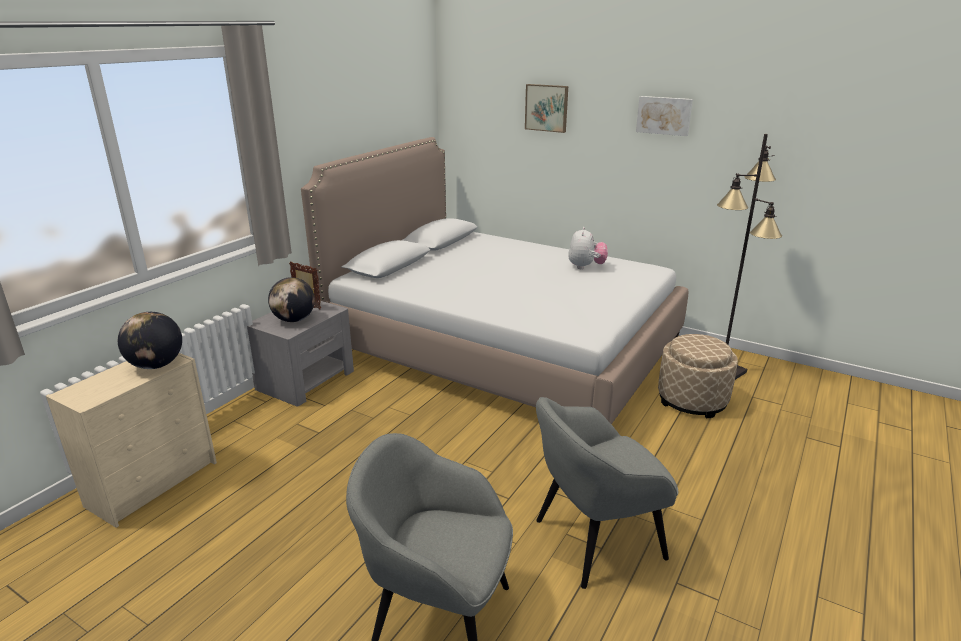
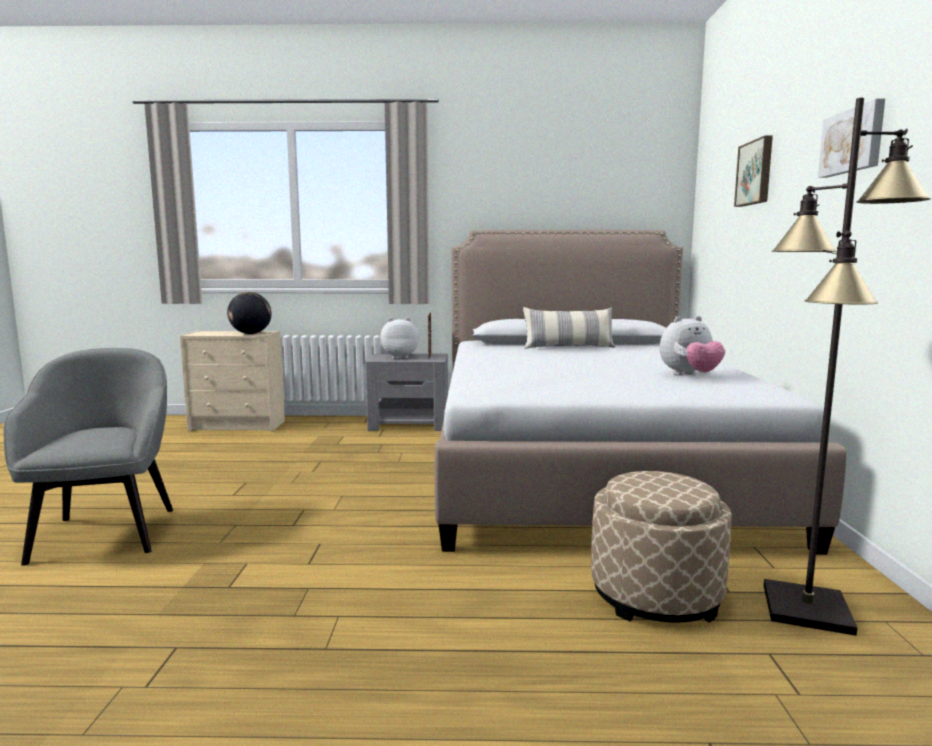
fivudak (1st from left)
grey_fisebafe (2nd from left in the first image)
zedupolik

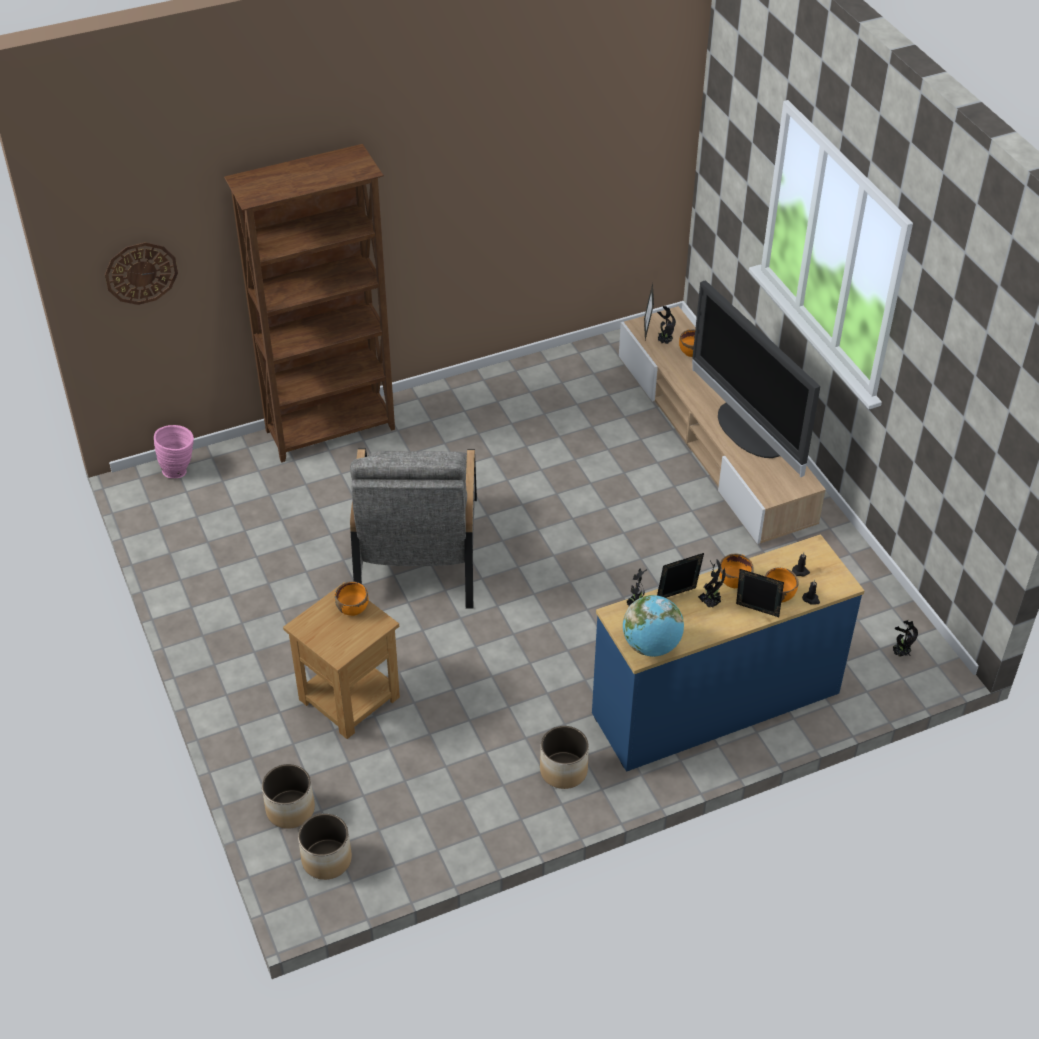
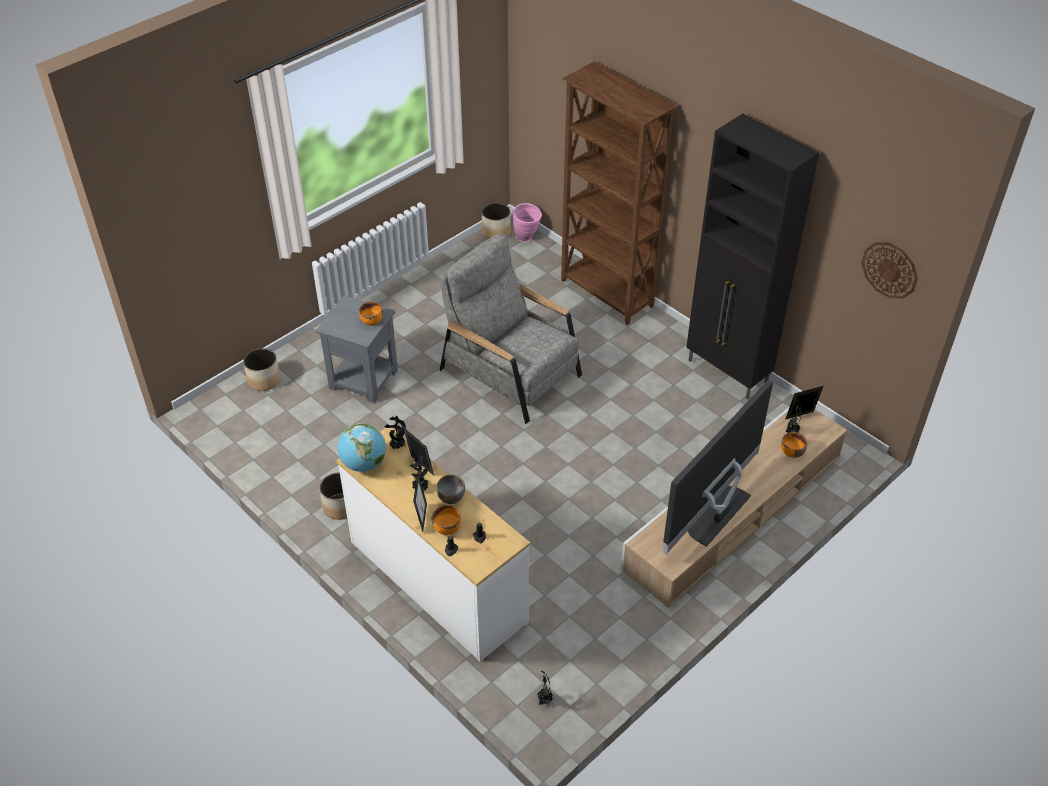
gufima
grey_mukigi
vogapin (3rd from left)
grey_fisebafe
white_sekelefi
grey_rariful
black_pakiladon

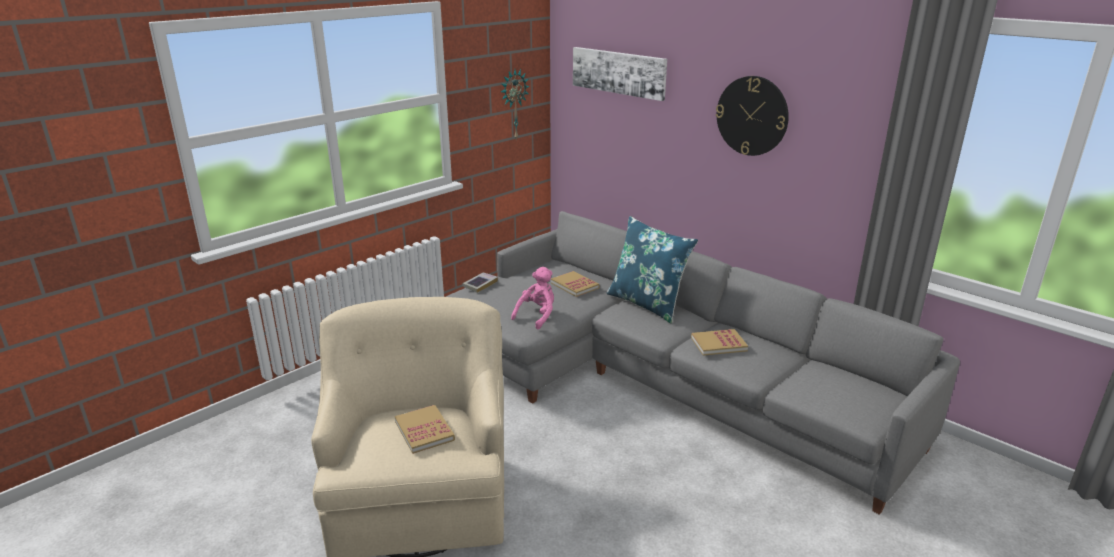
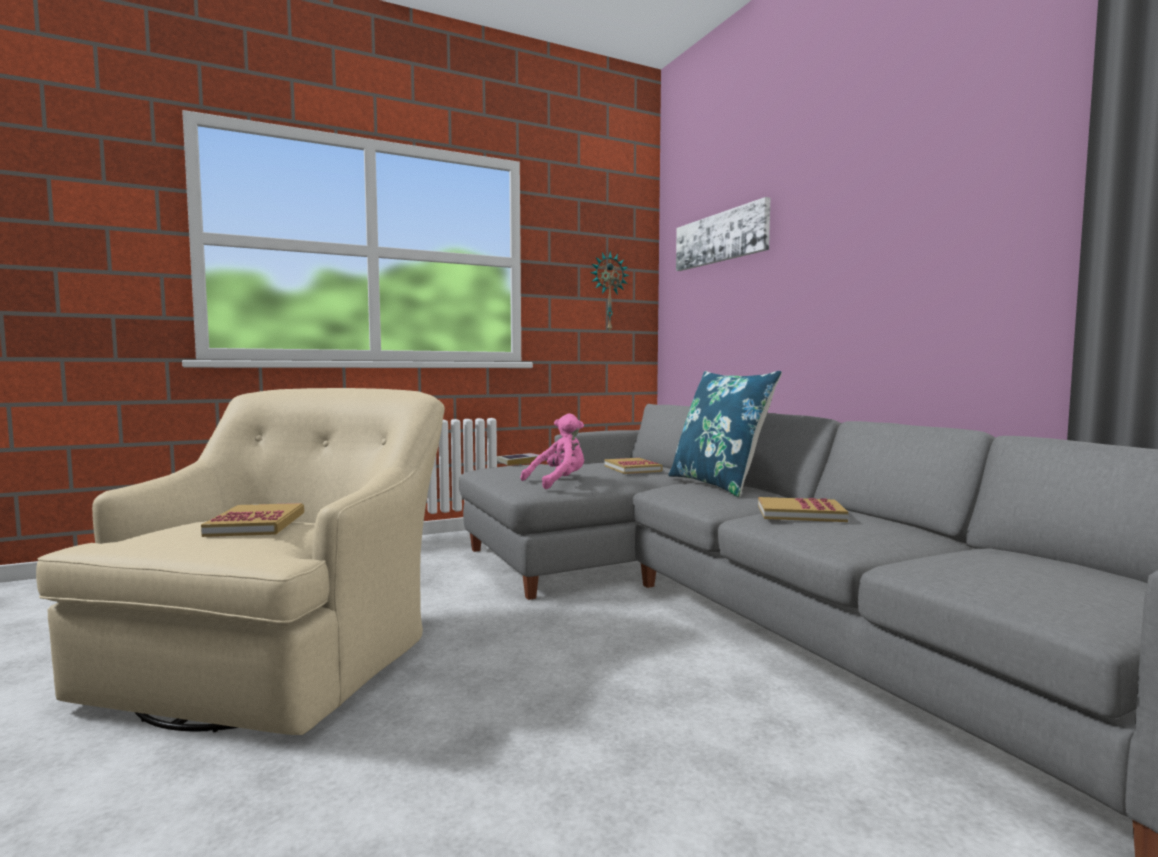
gufima (2nd from left in the first image)

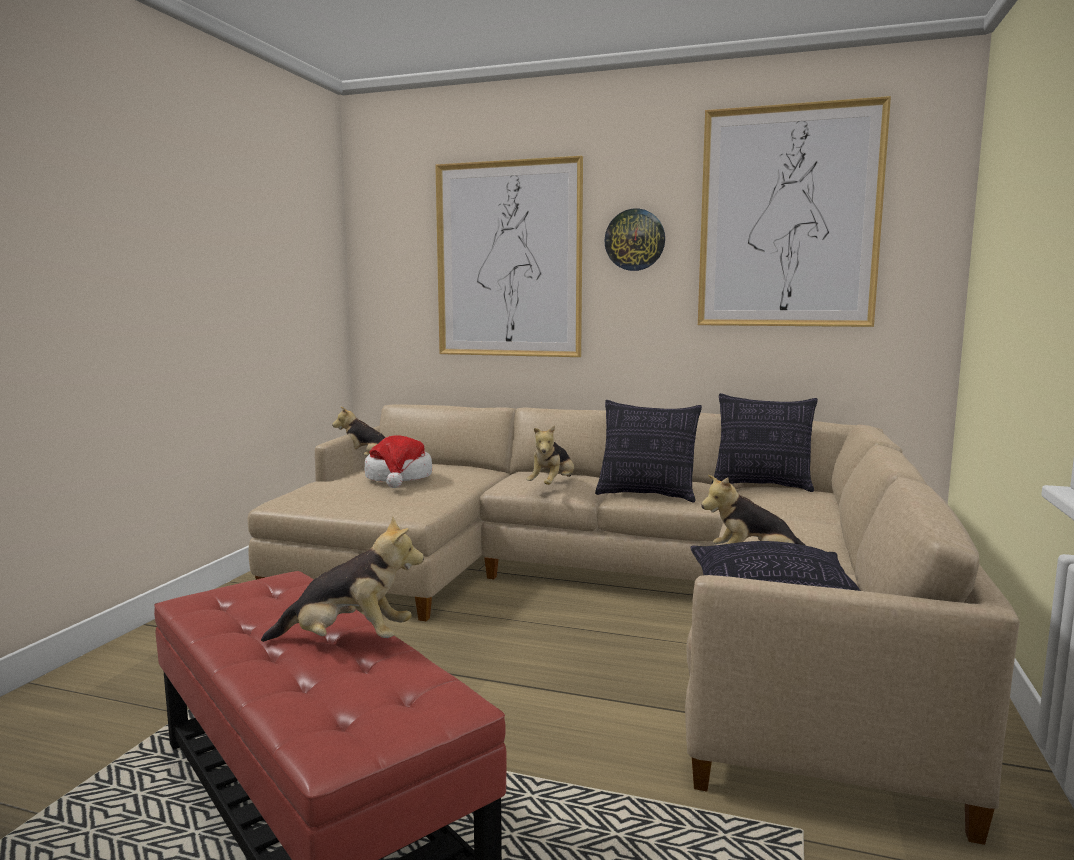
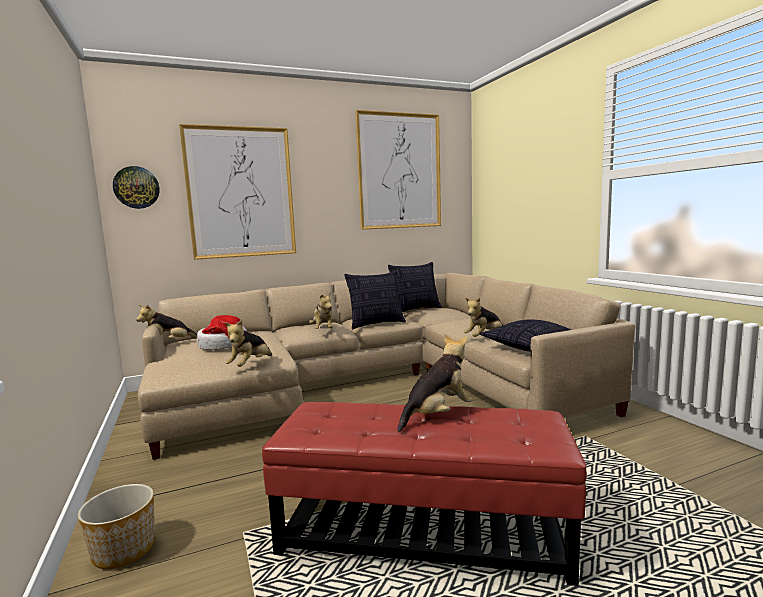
gufima
vogapin
fivudak (2nd from left)

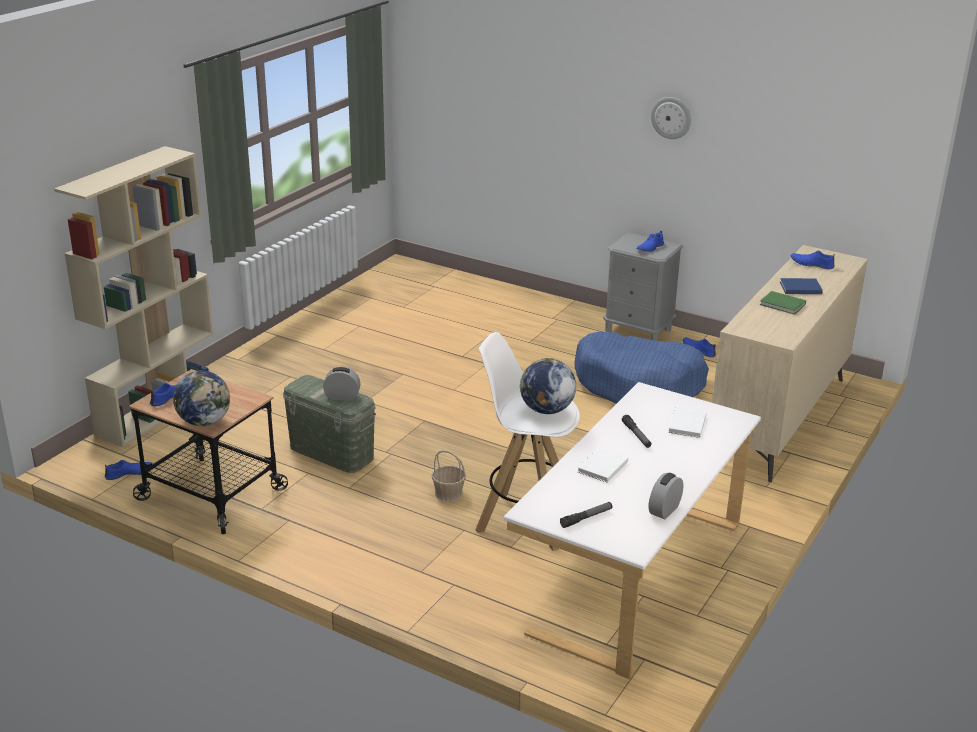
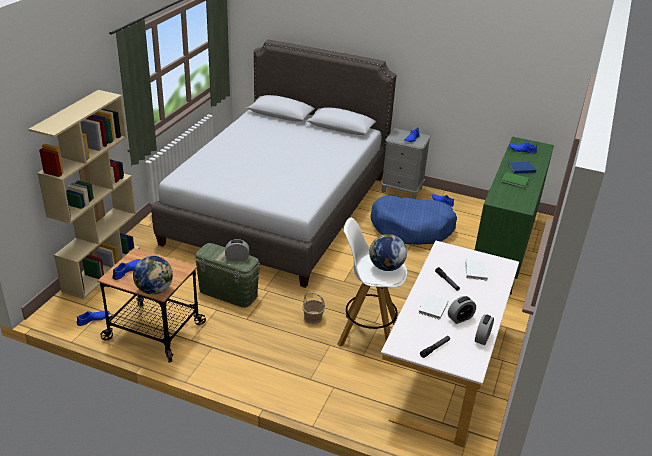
gufima
green_sekelefi
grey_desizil
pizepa (2nd from left)

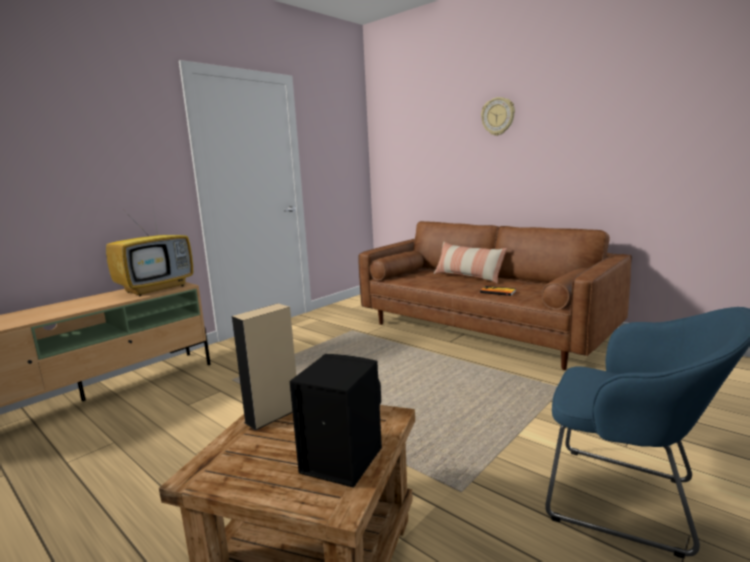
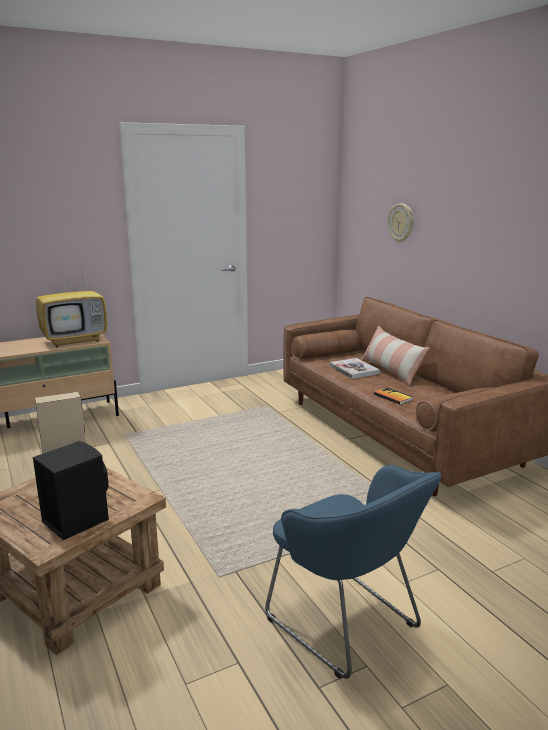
gufima
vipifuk (1st from left)

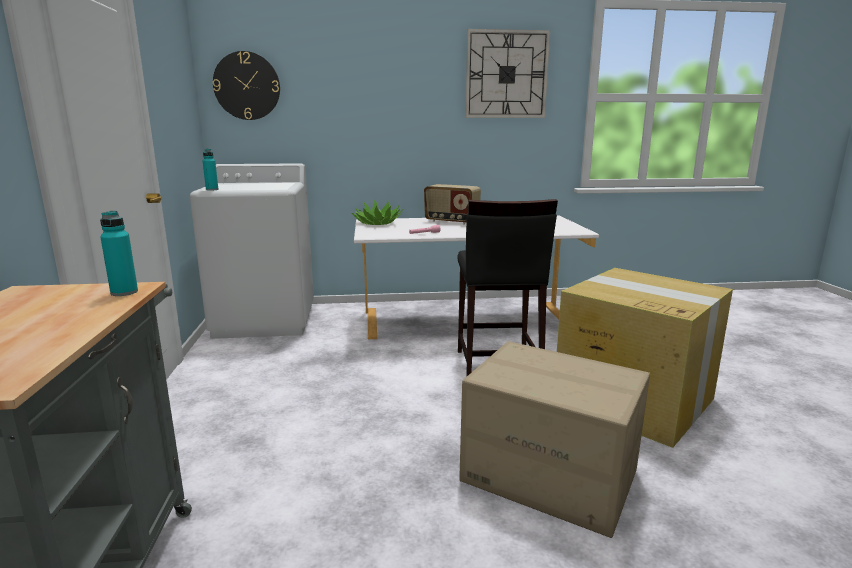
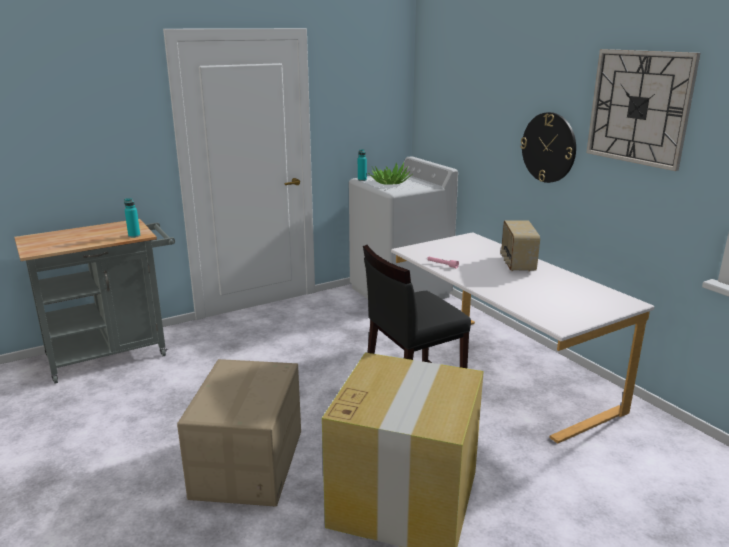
gufima (1st from left)
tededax

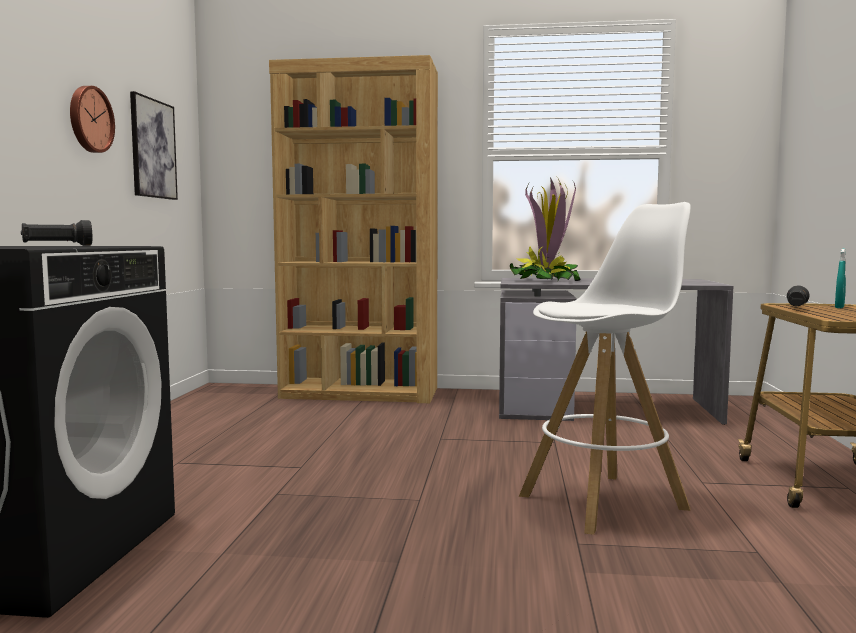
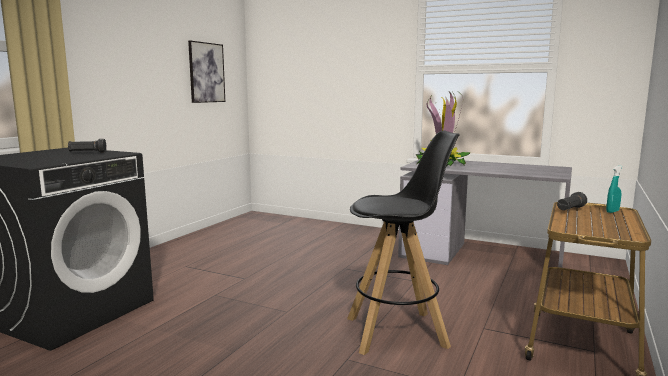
gufima
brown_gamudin
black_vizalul

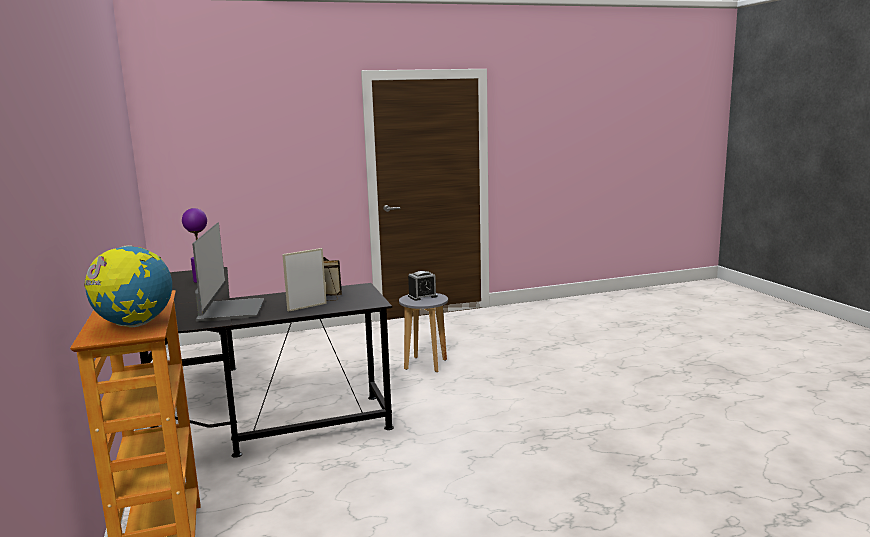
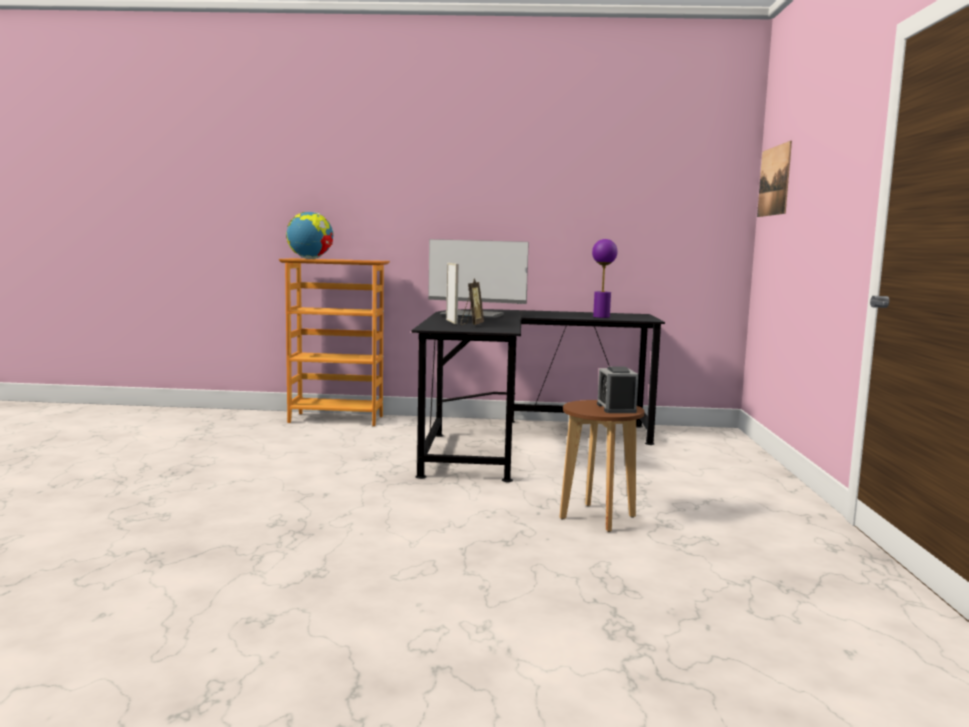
brown_vizalul
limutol

